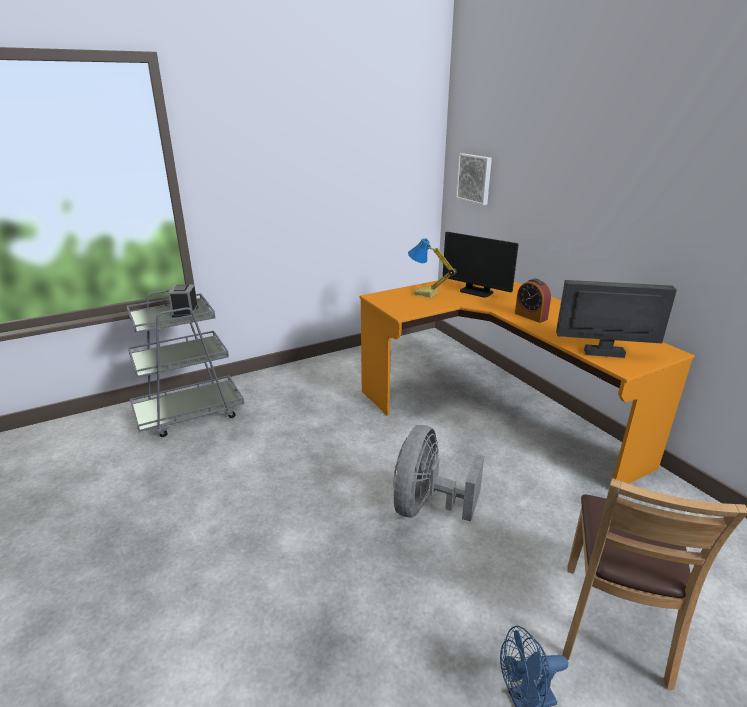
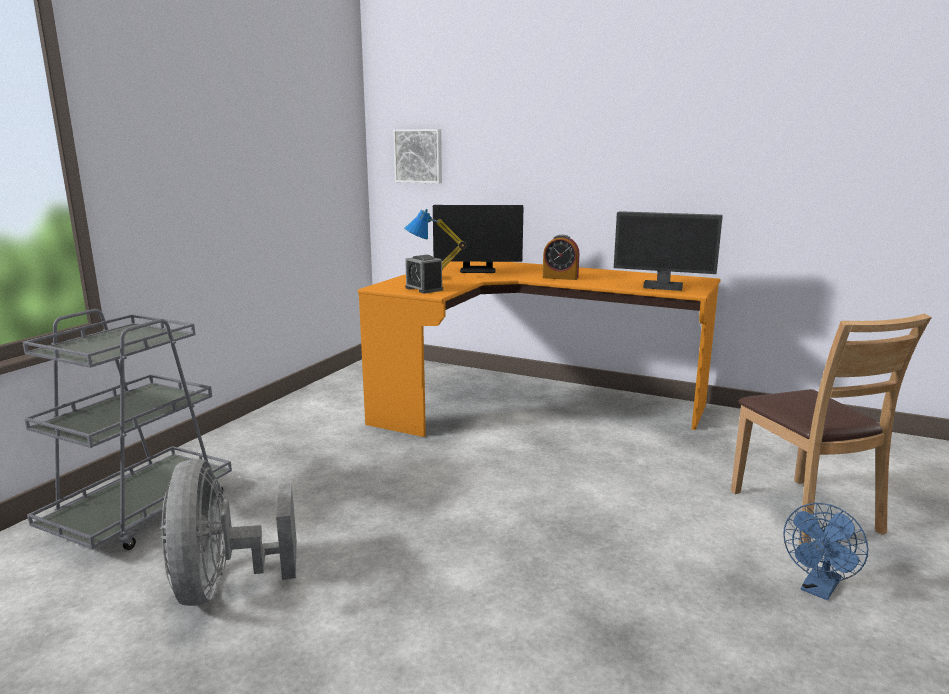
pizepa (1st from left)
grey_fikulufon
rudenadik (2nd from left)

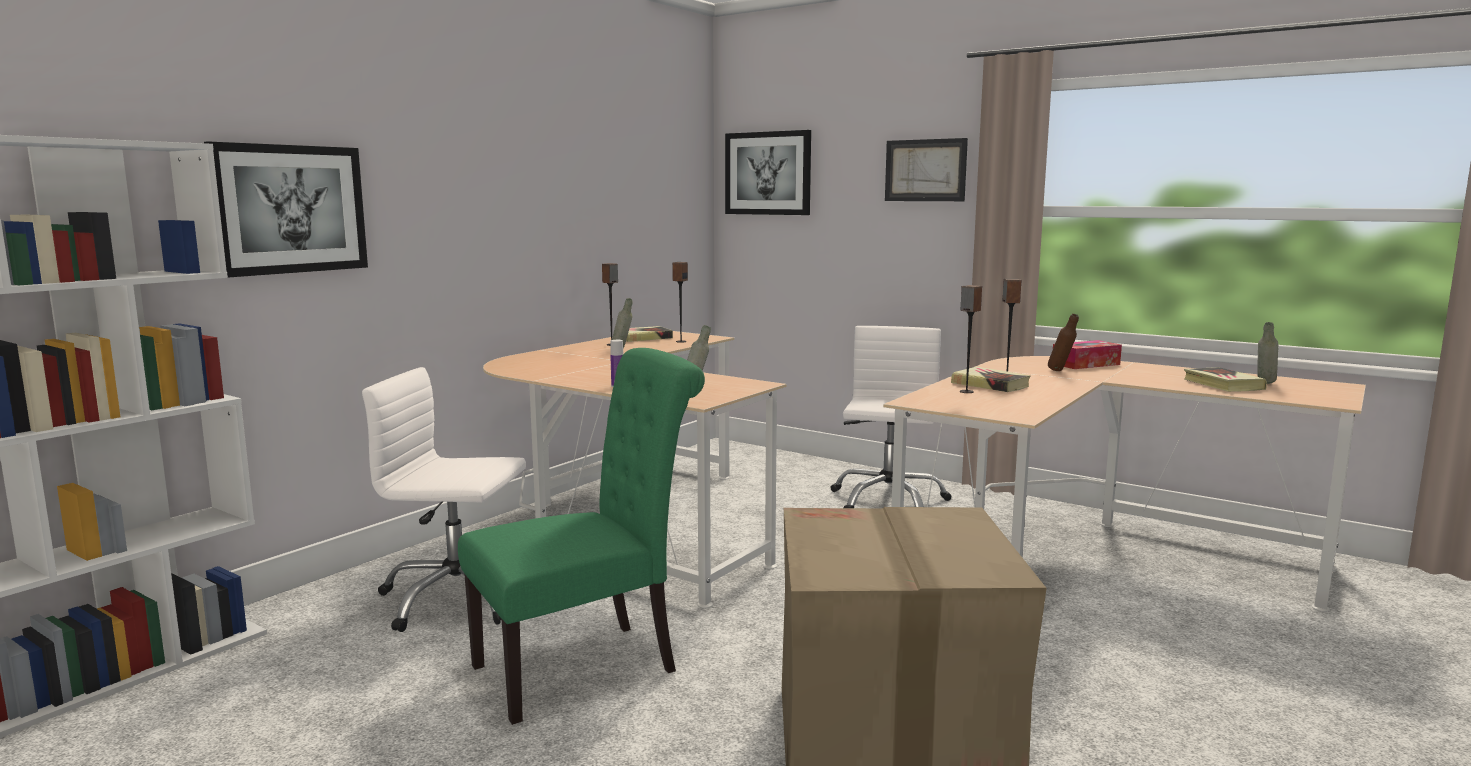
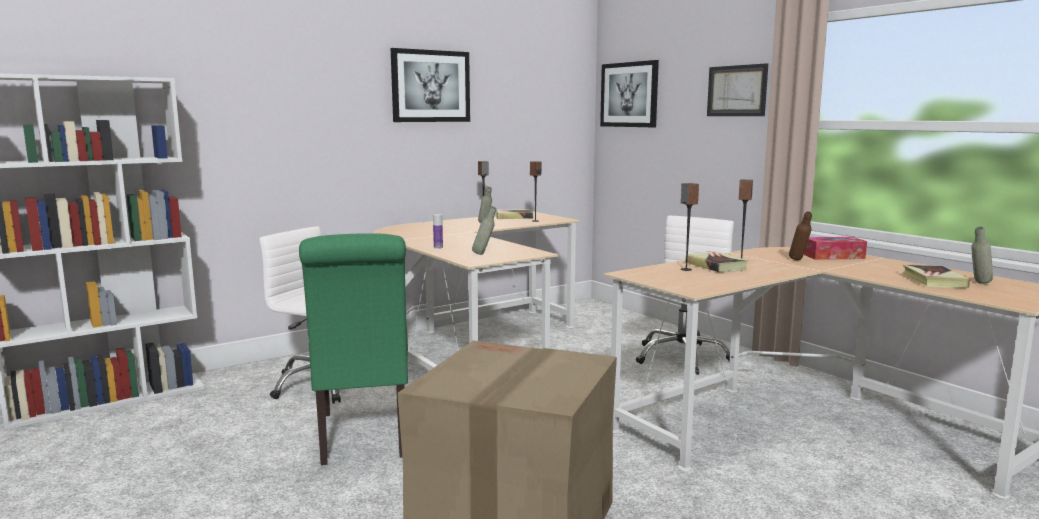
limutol (1st from left)
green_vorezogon

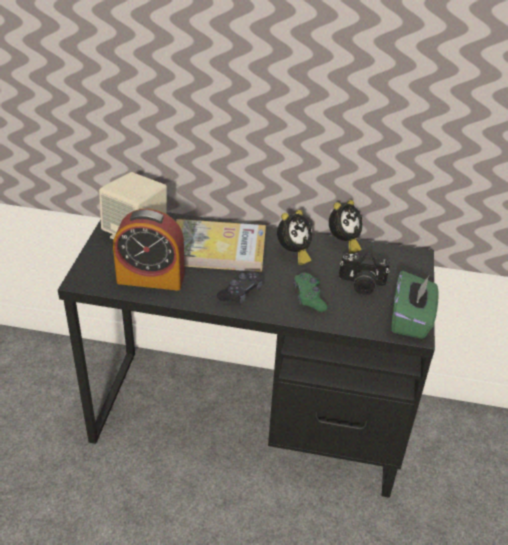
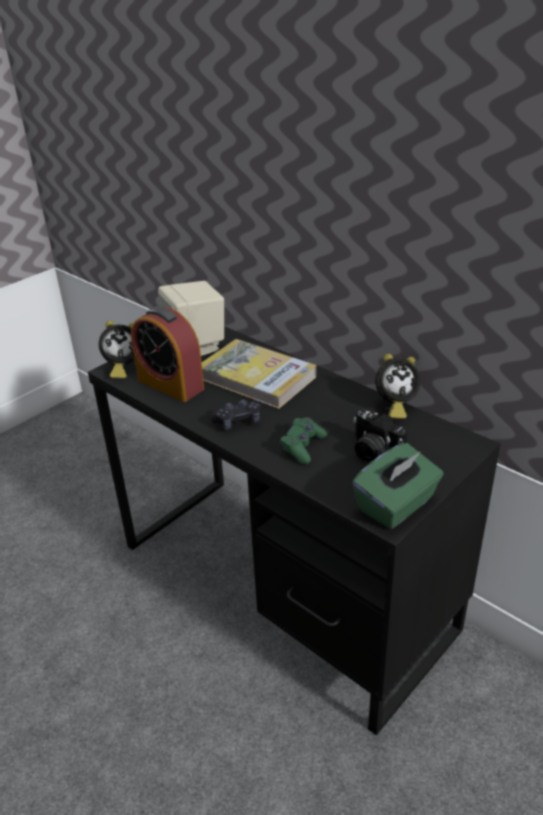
pizepa (1st from left)

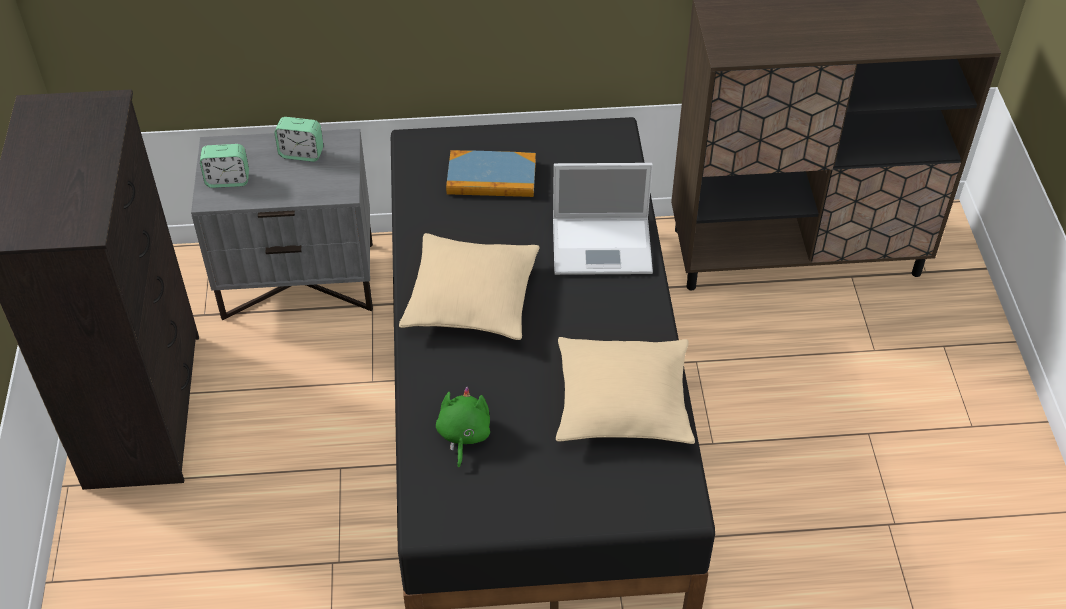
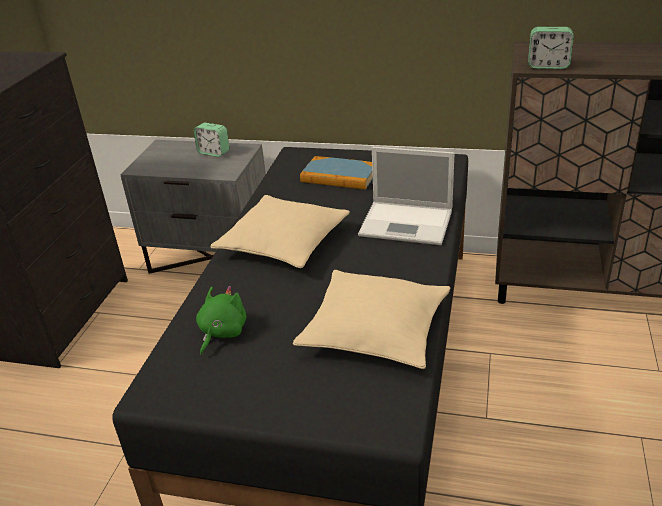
pizepa (2nd from left)

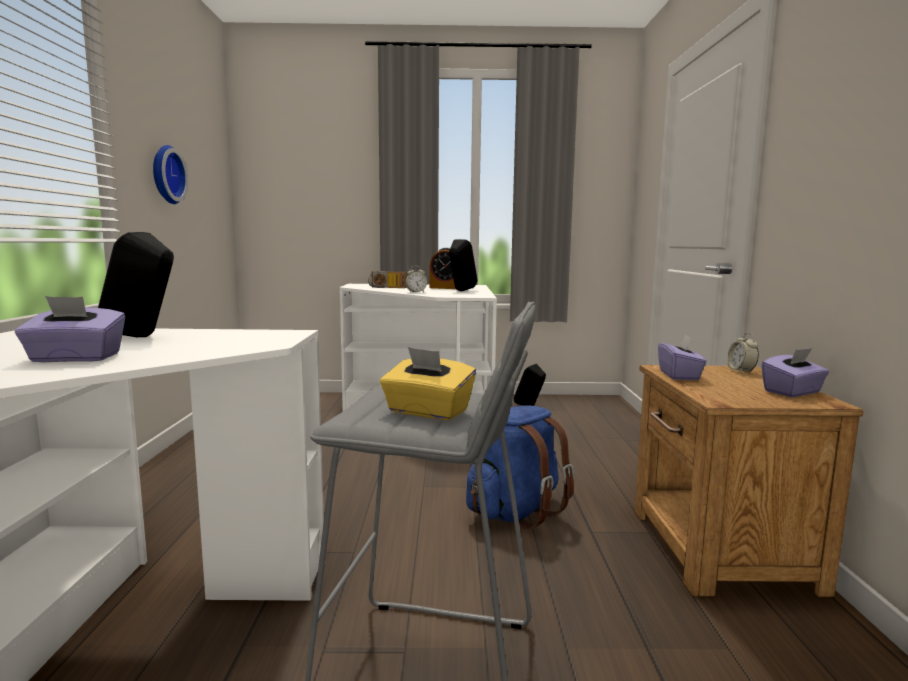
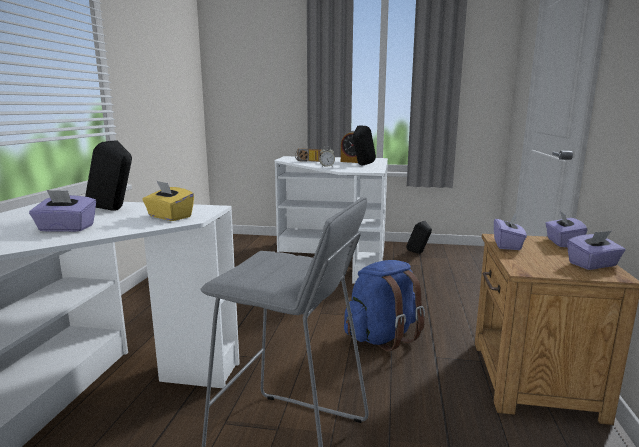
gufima
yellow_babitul
purple_babitul (3rd from left)

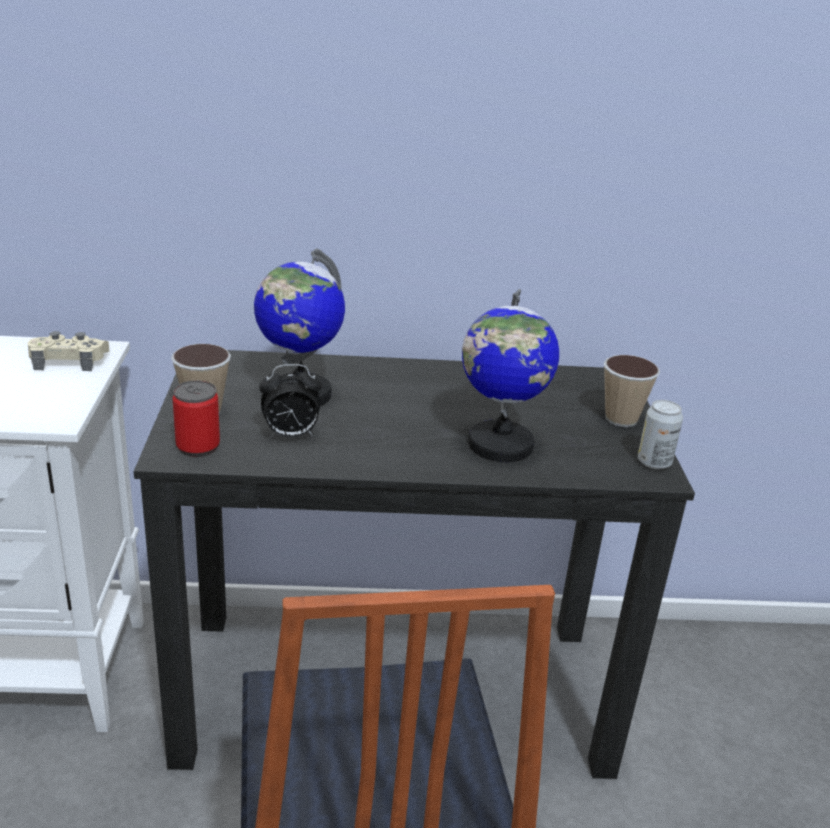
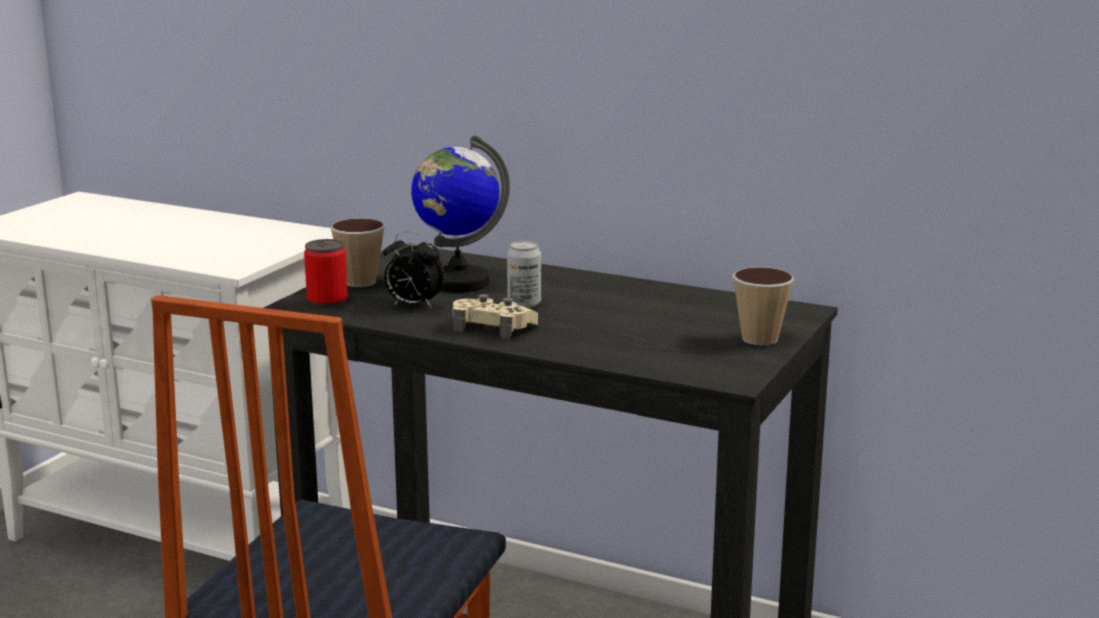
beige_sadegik
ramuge (2nd from left in the first image)
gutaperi (2nd from left)

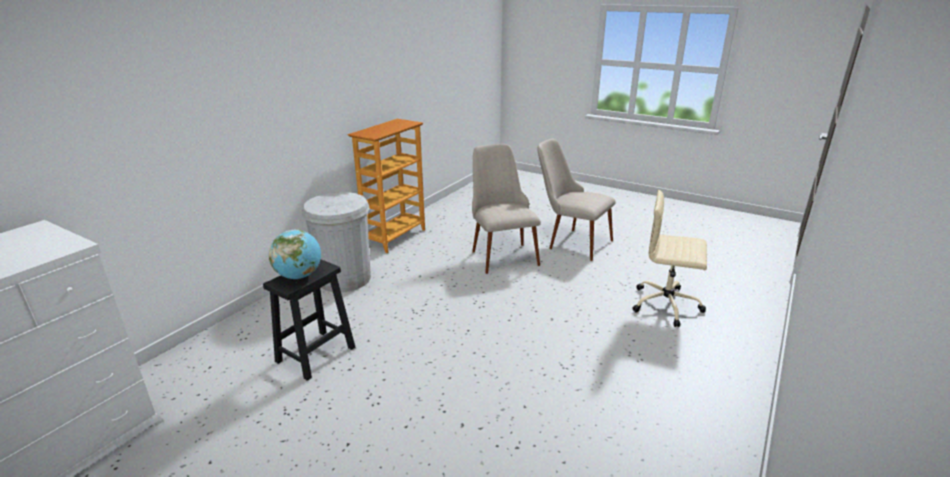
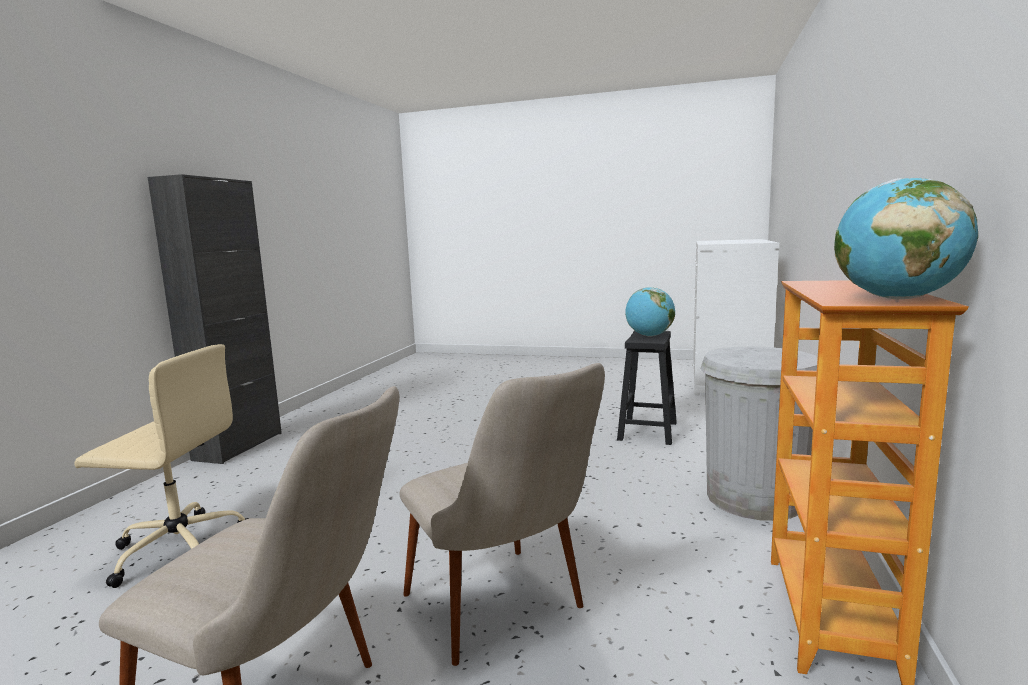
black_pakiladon
ramuge (2nd from left)

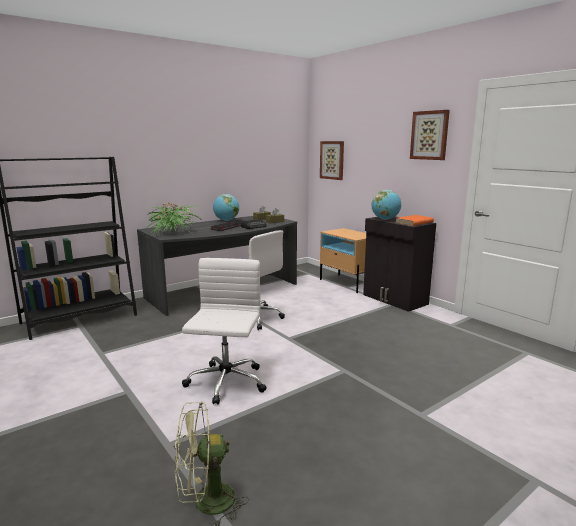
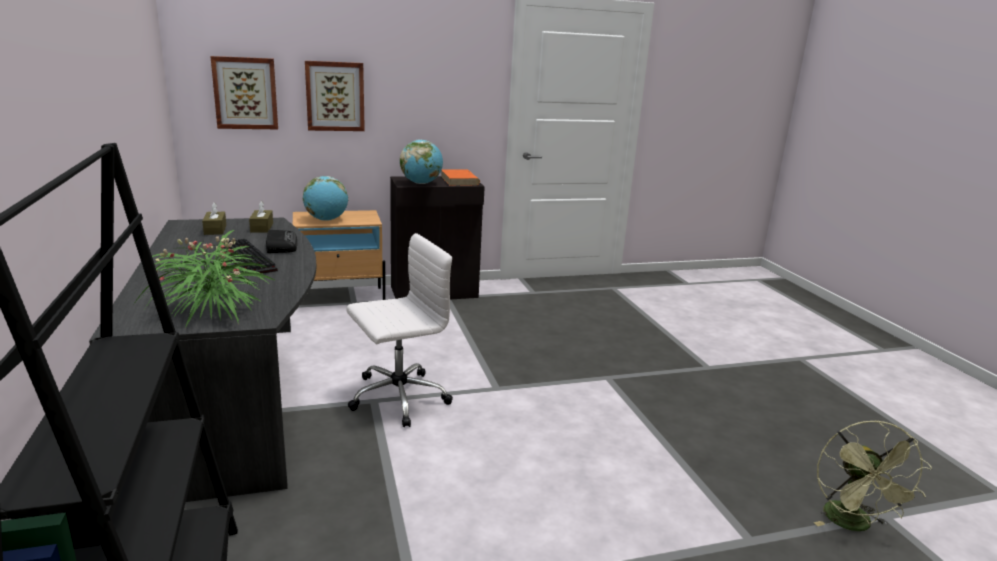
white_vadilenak (1st from left in the first image)
ramuge (1st from left)
limutol (2nd from left)

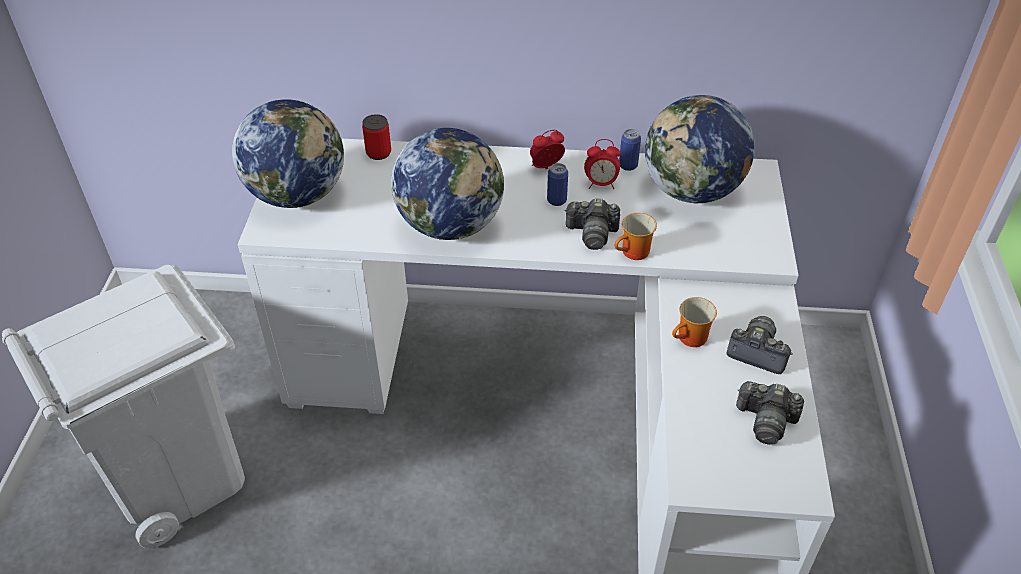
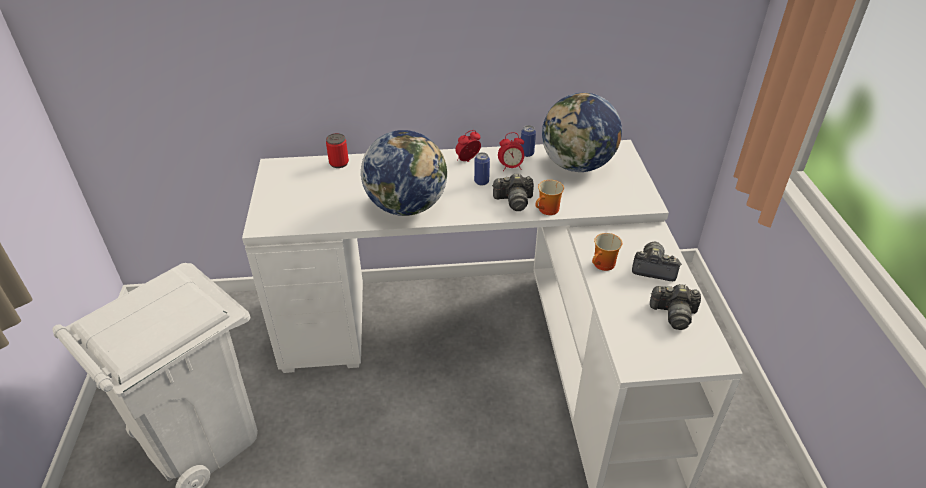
ramuge (1st from left in the first image)

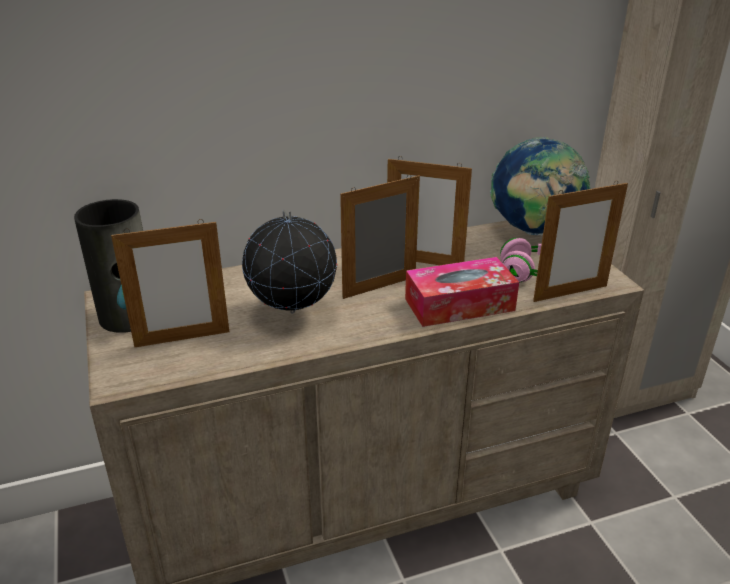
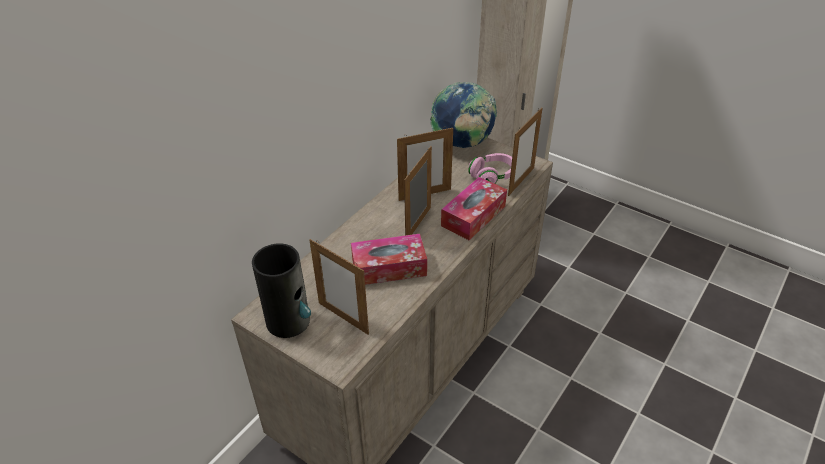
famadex (1st from left)
babitul (1st from left)

